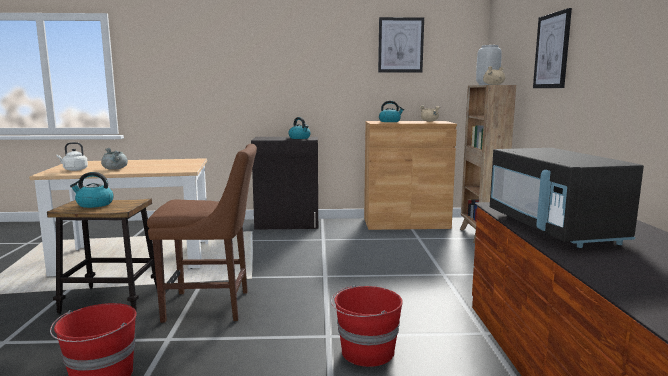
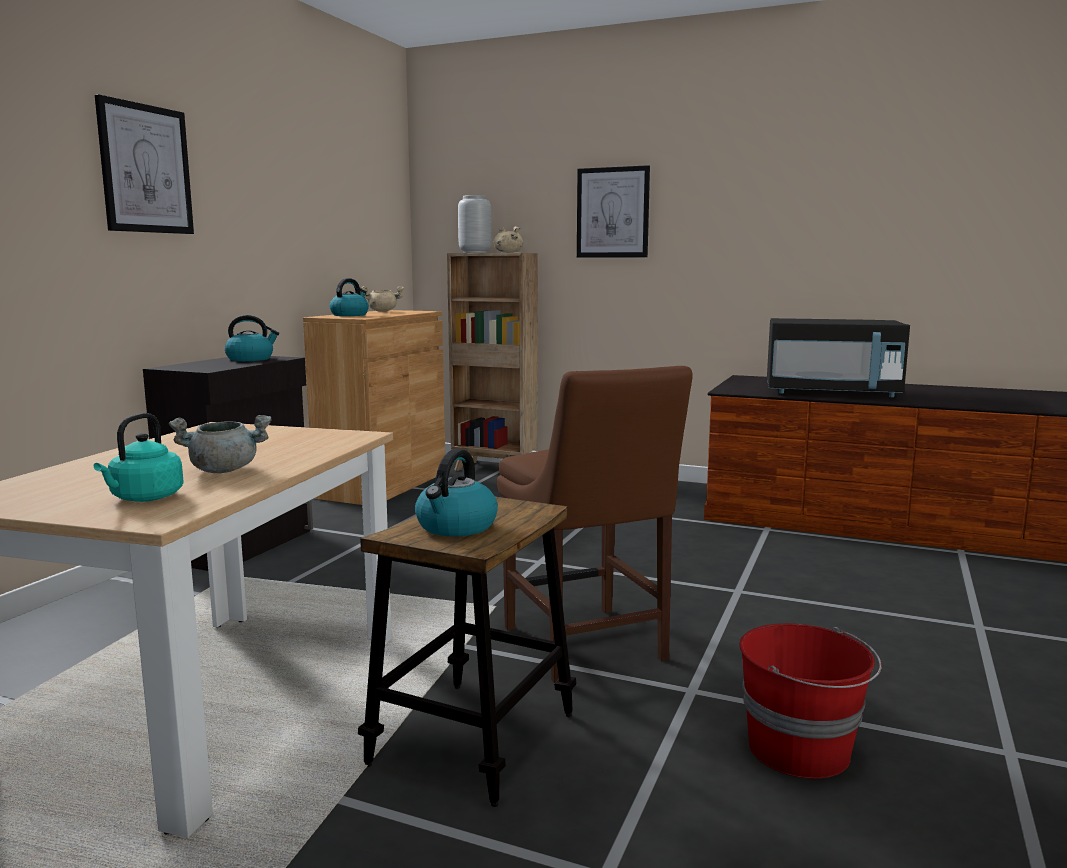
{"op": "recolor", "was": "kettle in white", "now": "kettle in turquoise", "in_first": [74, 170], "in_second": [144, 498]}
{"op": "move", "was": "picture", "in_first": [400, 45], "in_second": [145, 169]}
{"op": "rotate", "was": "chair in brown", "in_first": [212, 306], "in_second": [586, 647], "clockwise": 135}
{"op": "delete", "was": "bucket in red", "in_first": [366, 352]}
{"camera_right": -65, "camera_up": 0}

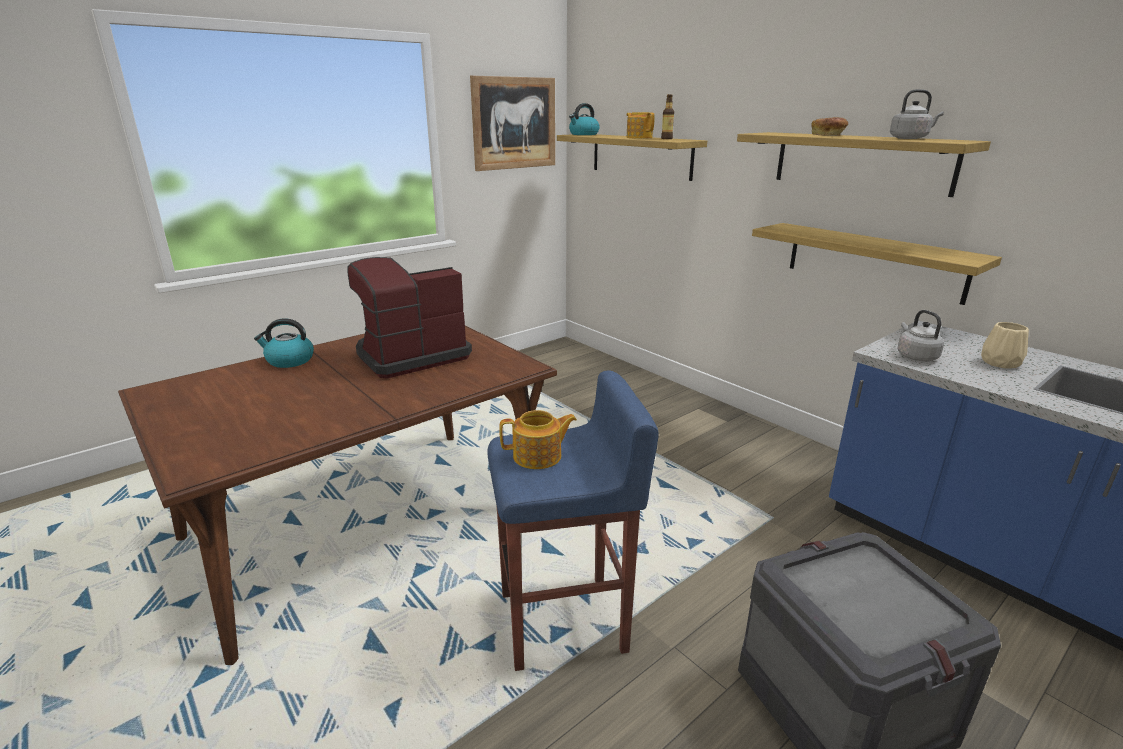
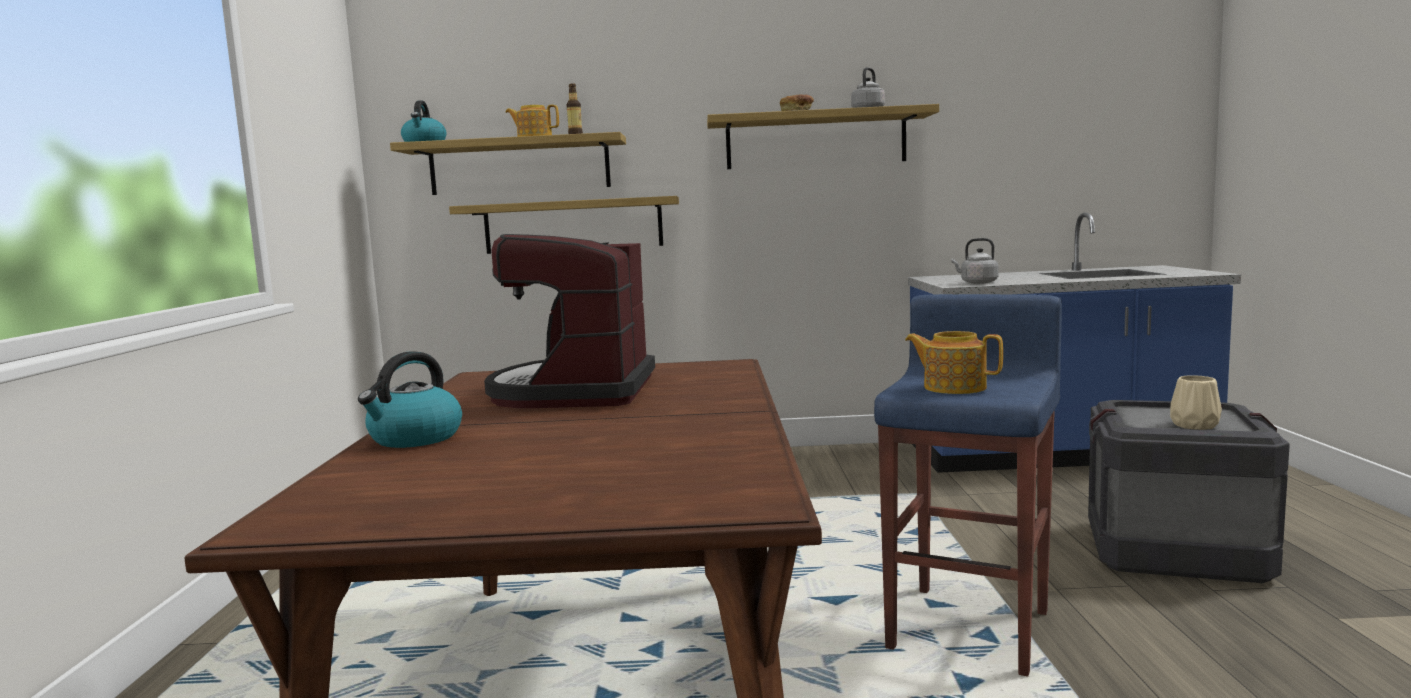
{"op": "move", "was": "shelf", "in_first": [873, 261], "in_second": [573, 225]}
{"op": "rotate", "was": "teapot", "in_first": [538, 456], "in_second": [953, 387], "clockwise": -90}
{"op": "move", "was": "vase in beige", "in_first": [1001, 363], "in_second": [1195, 425]}
{"op": "delete", "was": "picture", "in_first": [514, 123]}
{"camera_right": -50, "camera_up": -15}

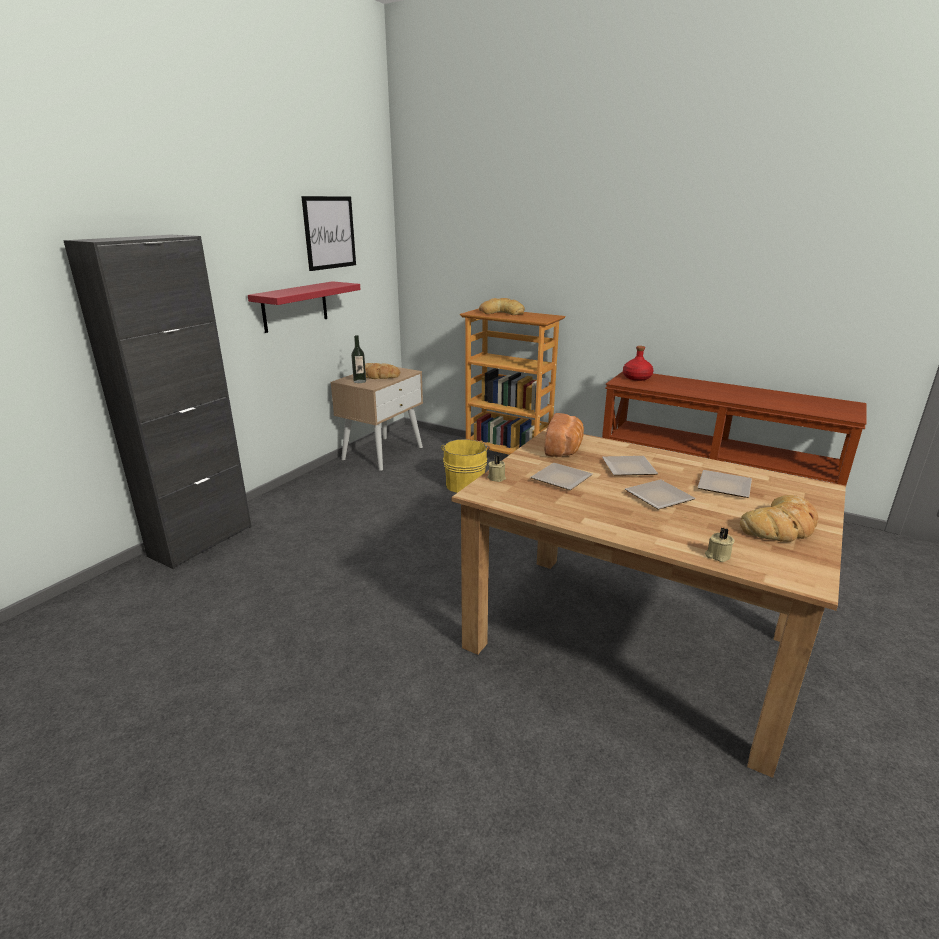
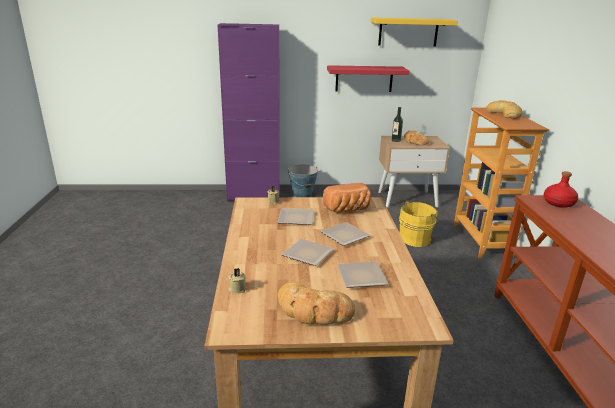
{"op": "recolor", "was": "cabinet in black", "now": "cabinet in purple", "in_first": [201, 541], "in_second": [253, 196]}
{"op": "insert", "now": "bucket", "in_second": [302, 195]}
{"op": "replace", "was": "picture", "now": "shelf in yellow", "in_first": [329, 232], "in_second": [408, 32]}
{"camera_right": 55, "camera_up": 0}

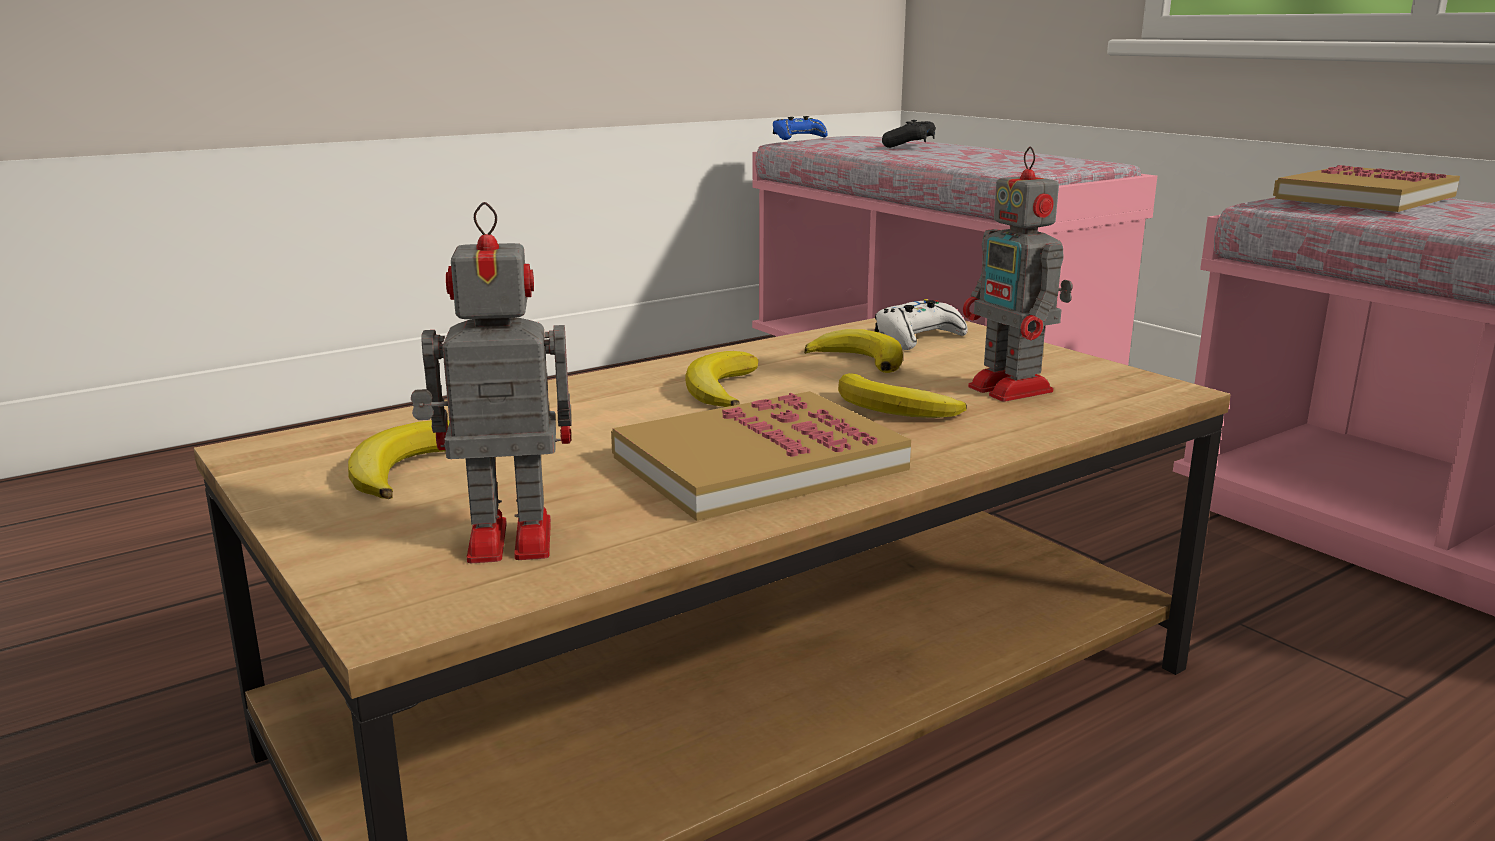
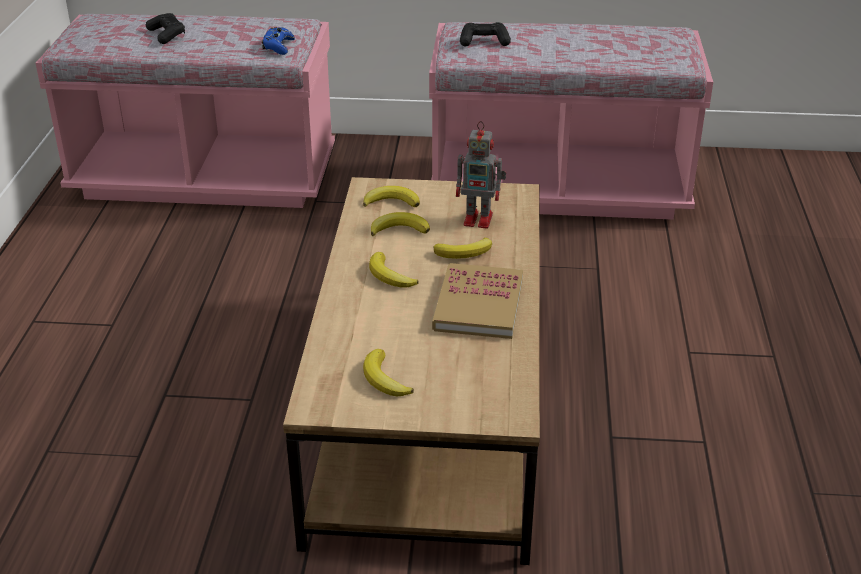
{"op": "move", "was": "game controller in blue", "in_first": [797, 137], "in_second": [278, 46]}
{"op": "replace", "was": "game controller in white", "now": "banana", "in_first": [918, 338], "in_second": [391, 202]}
{"op": "replace", "was": "book", "now": "game controller in black", "in_first": [1364, 197], "in_second": [484, 42]}
{"op": "delete", "was": "toy robot", "in_first": [504, 540]}
{"camera_right": -50, "camera_up": 15}

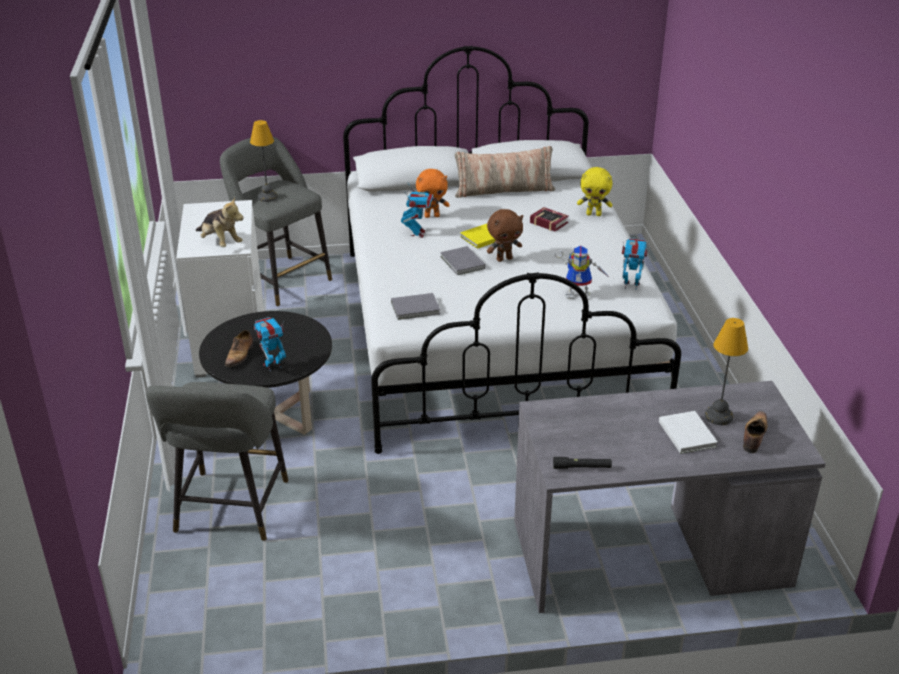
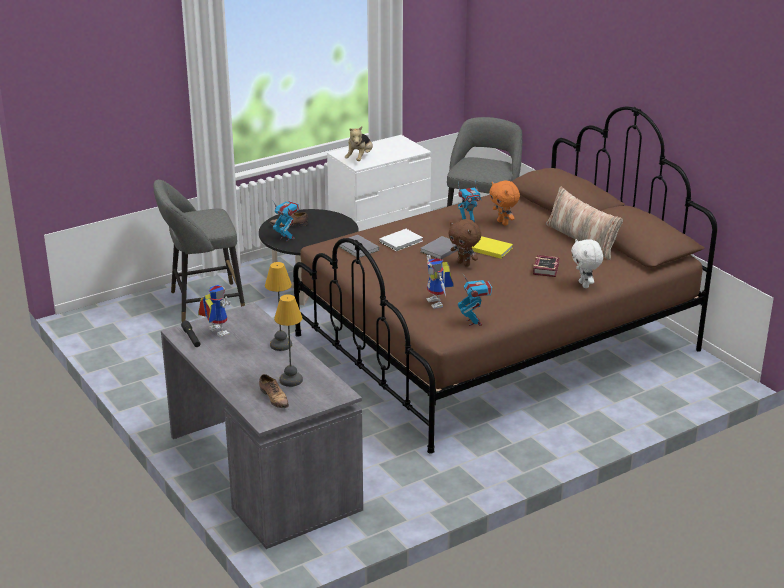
{"op": "insert", "now": "toy robot", "in_second": [214, 332]}
{"op": "rotate", "was": "shoe", "in_first": [754, 436], "in_second": [274, 398], "clockwise": 60}
{"op": "move", "was": "table lamp", "in_first": [267, 197], "in_second": [281, 344]}
{"op": "recolor", "was": "bed in white", "now": "bed in brown", "in_first": [492, 332], "in_second": [497, 344]}
{"op": "move", "was": "book in white", "in_first": [687, 433], "in_second": [402, 241]}
{"op": "recolor", "was": "plush toy in yellow", "now": "plush toy in white", "in_first": [594, 214], "in_second": [585, 285]}
{"camera_right": 65, "camera_up": -5}

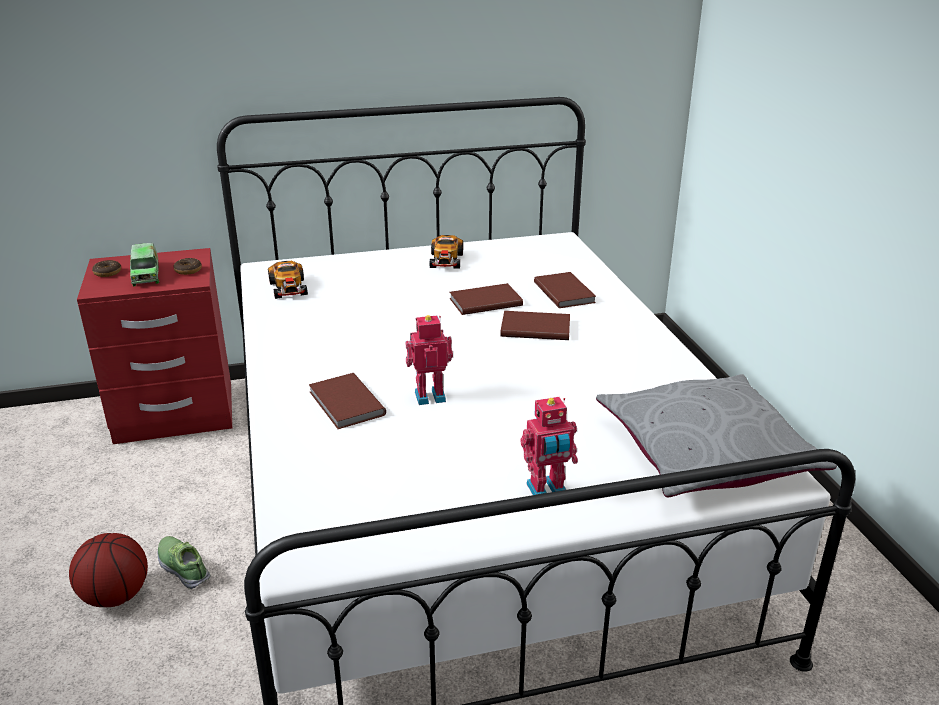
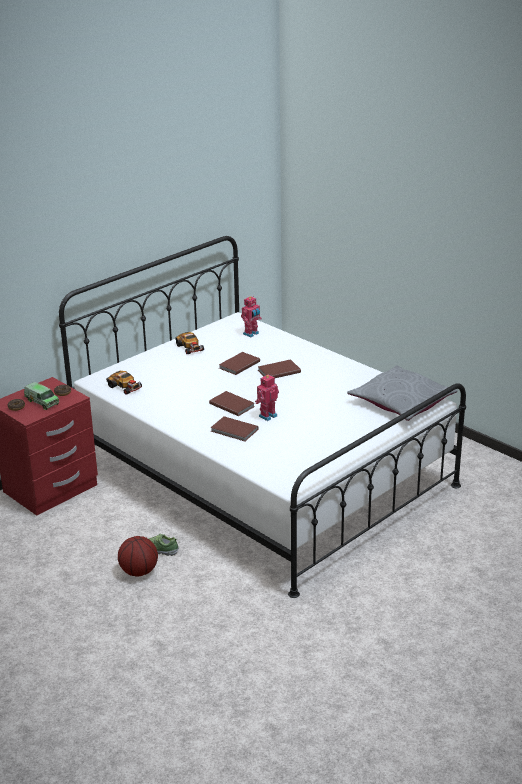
{"op": "move", "was": "book in brown", "in_first": [565, 292], "in_second": [232, 405]}
{"op": "move", "was": "toy robot", "in_first": [547, 491], "in_second": [251, 334]}
{"camera_right": -30, "camera_up": 0}

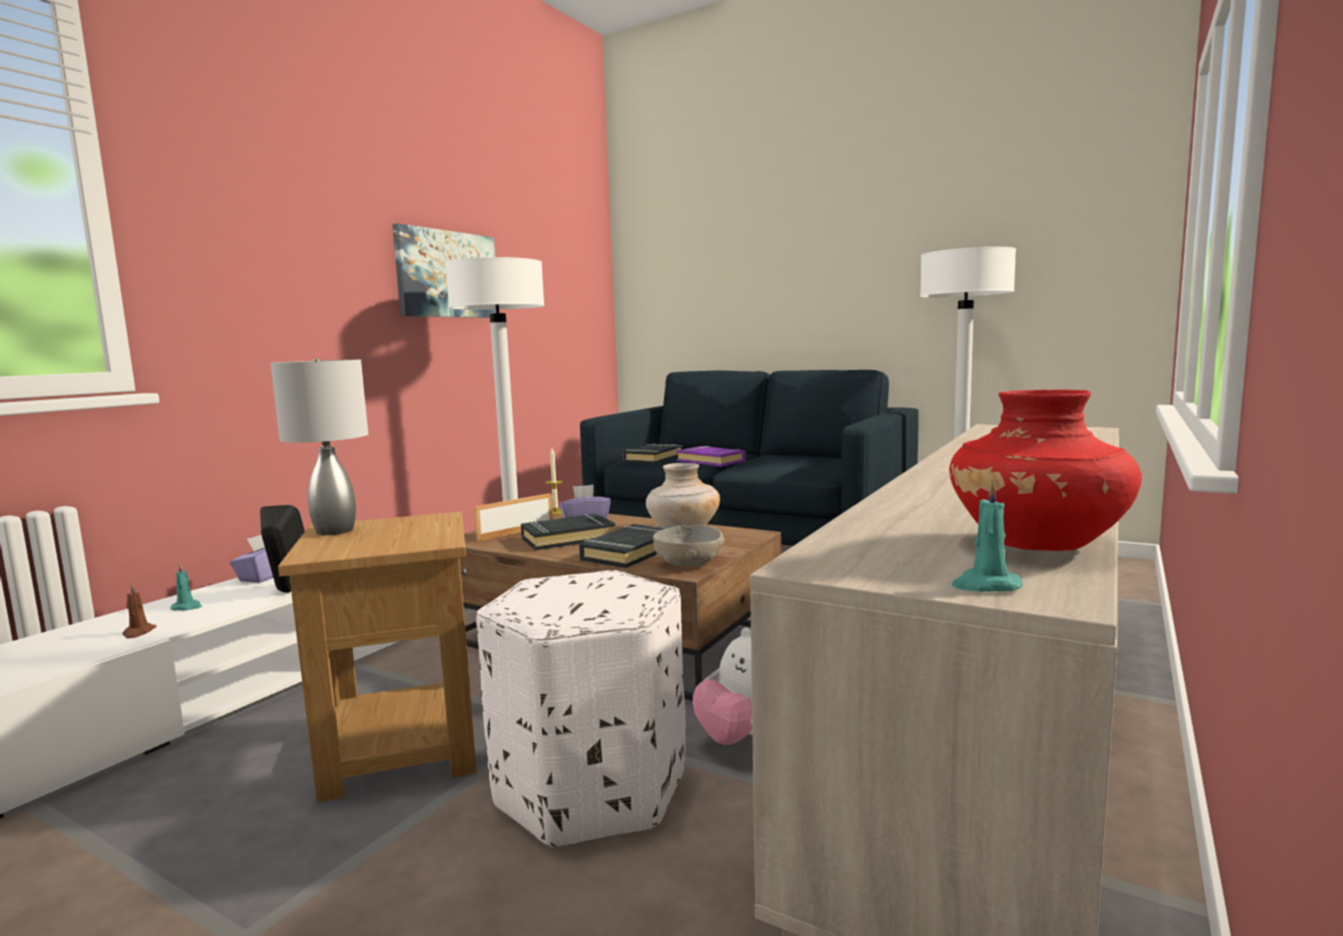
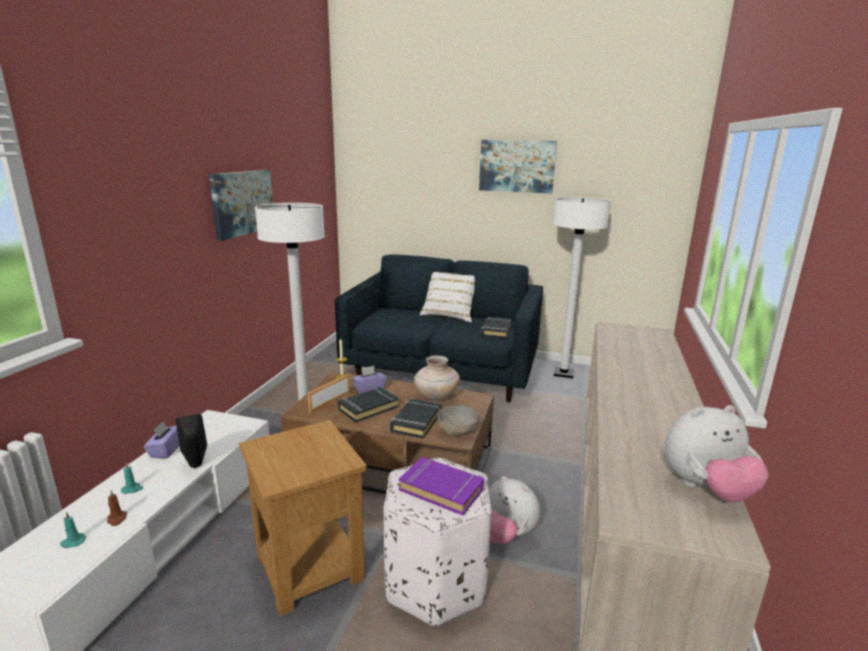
{"op": "move", "was": "candle in turquoise", "in_first": [985, 586], "in_second": [73, 542]}
{"op": "move", "was": "book in purple", "in_first": [711, 461], "in_second": [441, 489]}
{"op": "insert", "now": "pillow in white", "in_second": [449, 315]}
{"op": "insert", "now": "picture", "in_second": [517, 166]}
{"op": "move", "was": "book in black", "in_first": [652, 459], "in_second": [496, 330]}
{"op": "replace", "was": "vase in red", "now": "plush toy", "in_first": [1037, 545], "in_second": [706, 489]}
{"op": "delete", "was": "table lamp in grey", "in_first": [335, 531]}
{"camera_right": -15, "camera_up": 10}

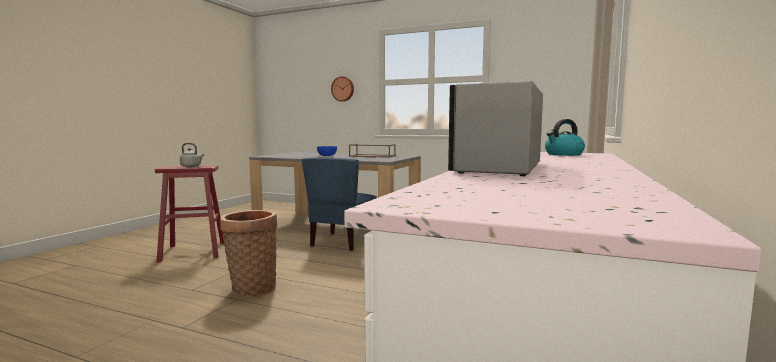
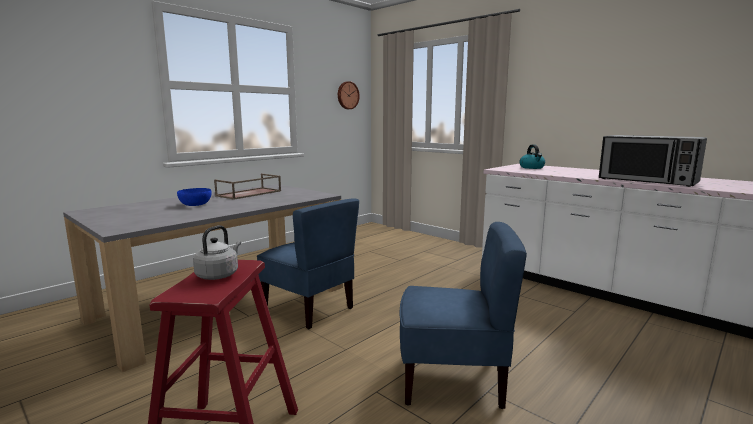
{"op": "move", "was": "wall clock", "in_first": [343, 89], "in_second": [347, 95]}
{"op": "replace", "was": "basket", "now": "chair in blue", "in_first": [251, 288], "in_second": [453, 379]}
{"camera_right": -70, "camera_up": 5}

